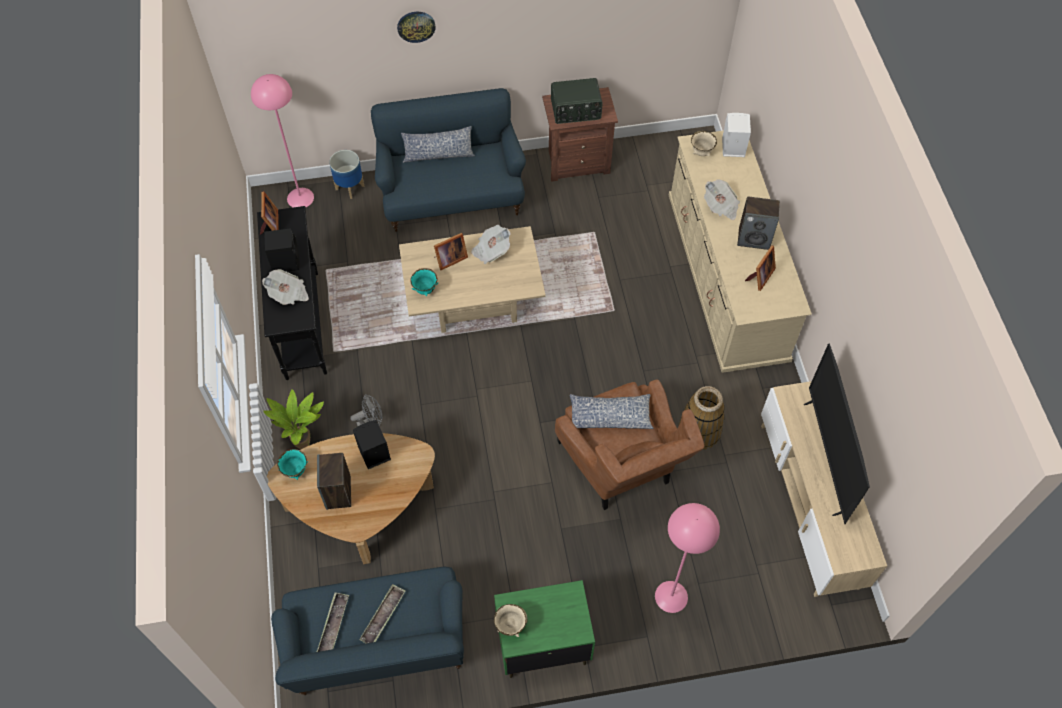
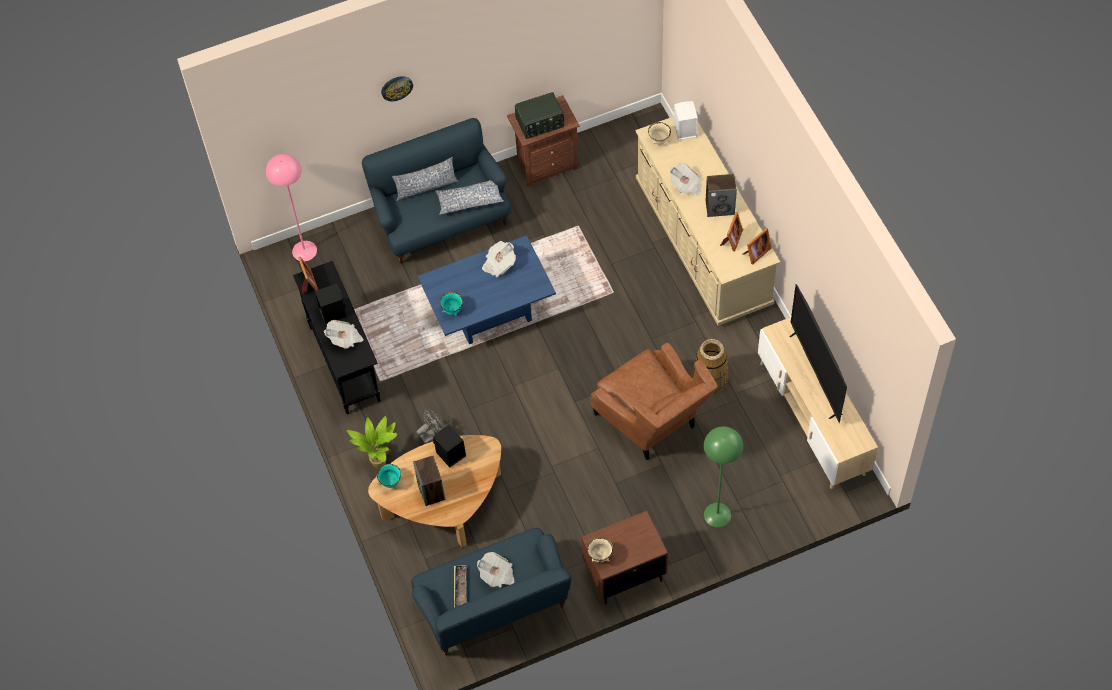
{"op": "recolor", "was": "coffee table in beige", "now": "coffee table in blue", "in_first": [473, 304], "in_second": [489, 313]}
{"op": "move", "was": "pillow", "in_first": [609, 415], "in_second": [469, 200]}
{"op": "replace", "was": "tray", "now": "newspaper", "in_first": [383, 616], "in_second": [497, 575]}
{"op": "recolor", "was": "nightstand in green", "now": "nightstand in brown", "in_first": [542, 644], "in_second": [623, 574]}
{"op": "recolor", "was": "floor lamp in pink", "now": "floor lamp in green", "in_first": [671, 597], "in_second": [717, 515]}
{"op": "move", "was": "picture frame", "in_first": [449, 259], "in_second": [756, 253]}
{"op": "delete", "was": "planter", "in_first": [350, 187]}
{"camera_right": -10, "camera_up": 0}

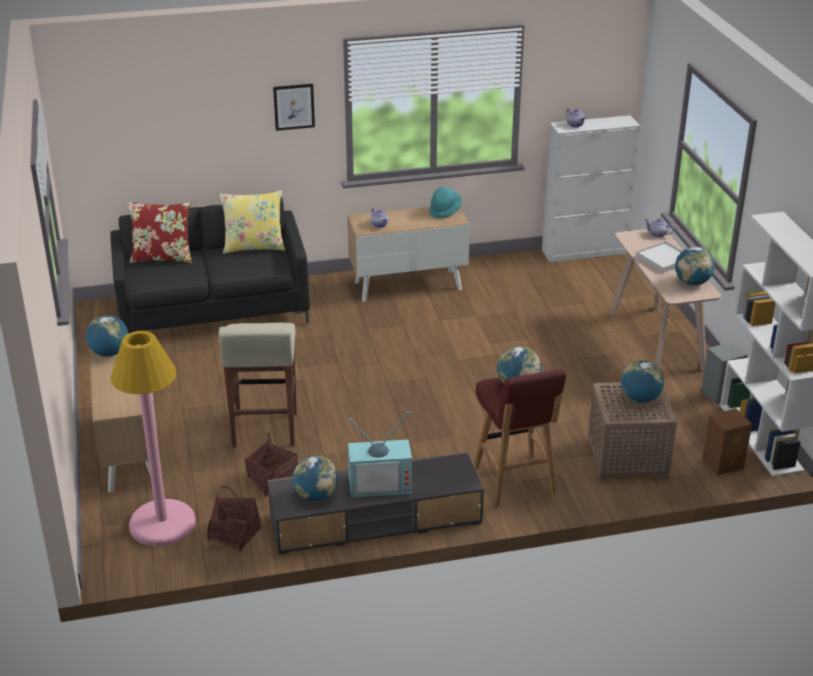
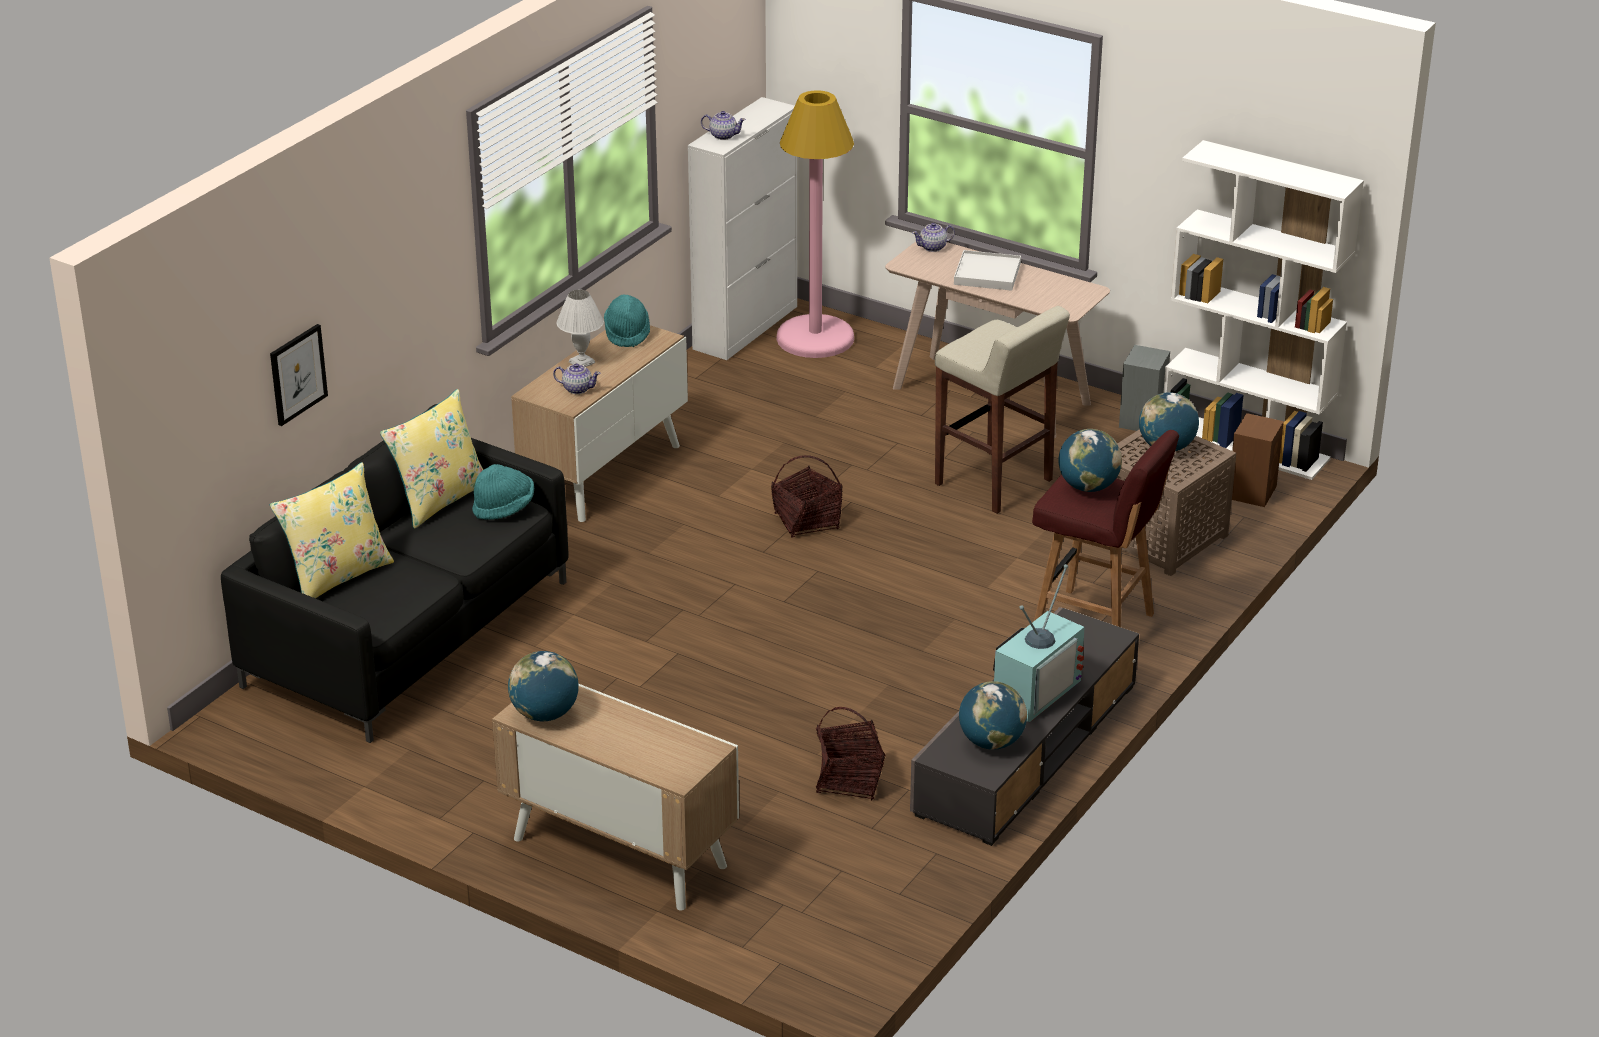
{"op": "move", "was": "picture", "in_first": [294, 106], "in_second": [297, 374]}
{"op": "recolor", "was": "pillow in red", "now": "pillow in yellow", "in_first": [163, 257], "in_second": [337, 576]}
{"op": "insert", "now": "hat in turquoise", "in_second": [504, 508]}
{"op": "insert", "now": "table lamp in white", "in_second": [581, 362]}
{"op": "move", "was": "basket", "in_first": [234, 535], "in_second": [807, 522]}
{"op": "move", "was": "floor lamp in pink", "in_first": [162, 524], "in_second": [815, 338]}
{"op": "move", "was": "stool in beige", "in_first": [264, 430], "in_second": [995, 483]}
{"op": "delete", "was": "globe", "in_first": [692, 282]}
{"camera_right": -45, "camera_up": 0}

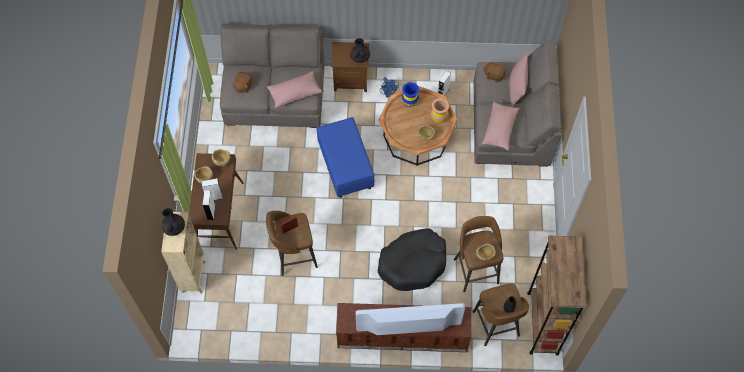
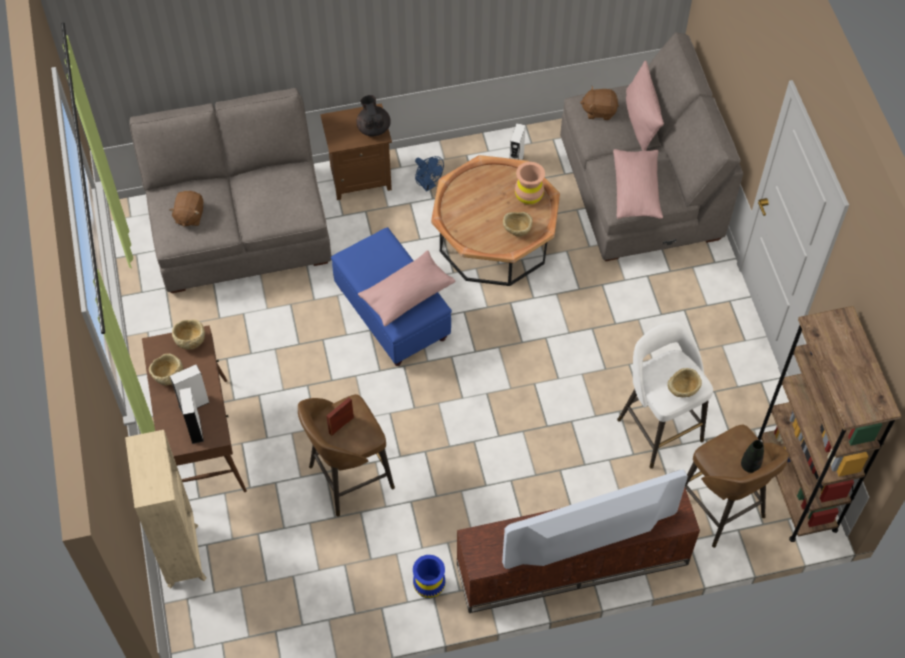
{"op": "move", "was": "pillow in pink", "in_first": [295, 93], "in_second": [407, 294]}
{"op": "move", "was": "vase in blue", "in_first": [410, 101], "in_second": [429, 586]}
{"op": "recolor", "was": "stool in brown", "now": "stool in white", "in_first": [475, 269], "in_second": [658, 428]}
{"op": "delete", "was": "teapot in black", "in_first": [174, 227]}
{"op": "delete", "was": "dog bed in black", "in_first": [413, 263]}
{"camera_right": -15, "camera_up": -5}

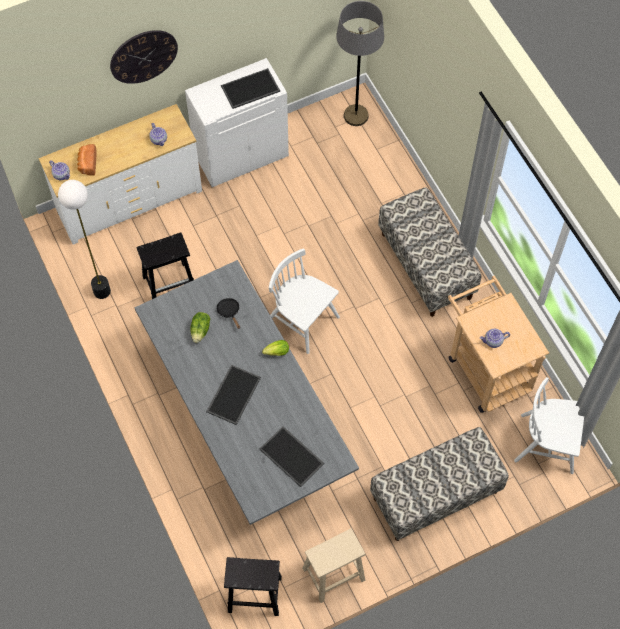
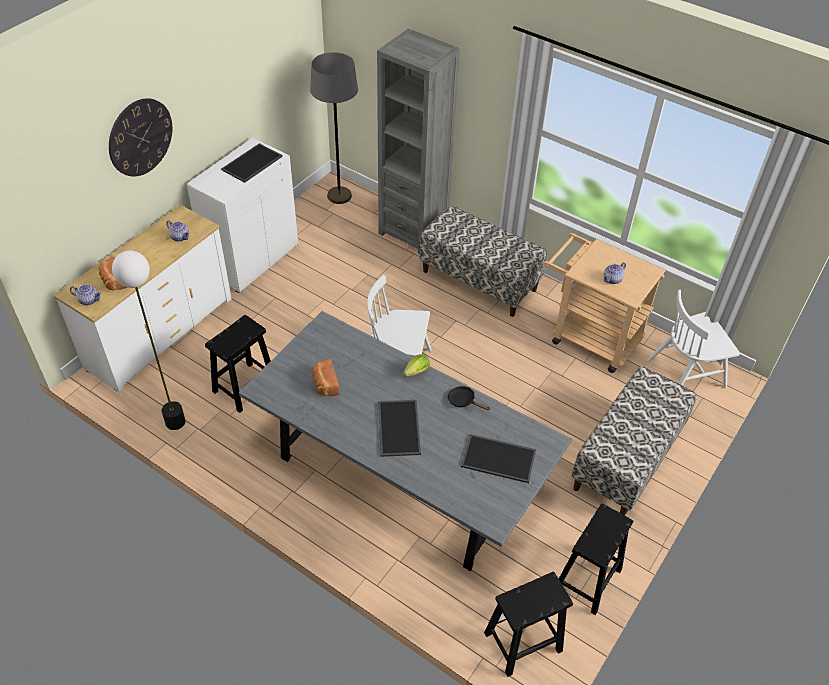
{"op": "replace", "was": "lettuce", "now": "bread", "in_first": [201, 330], "in_second": [325, 384]}
{"op": "insert", "now": "bookcase in grey", "in_second": [413, 232]}
{"op": "move", "was": "frying pan in black", "in_first": [229, 312], "in_second": [463, 401]}
{"op": "recolor", "was": "stool in beige", "now": "stool in black", "in_first": [333, 575], "in_second": [587, 580]}
{"camera_right": -30, "camera_up": -15}

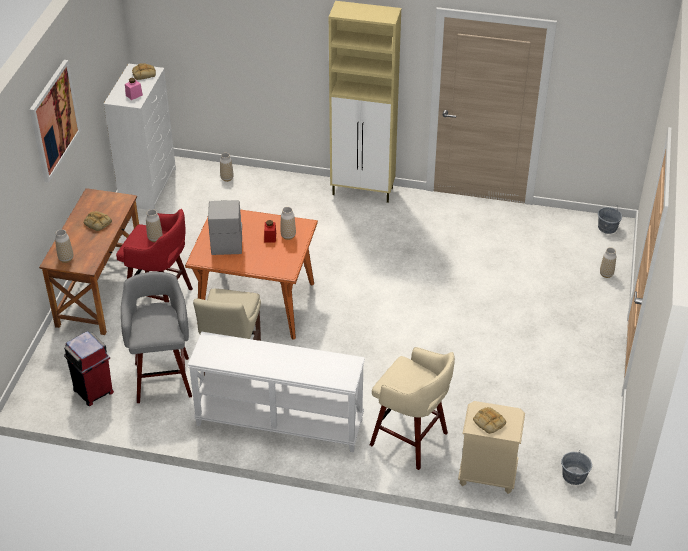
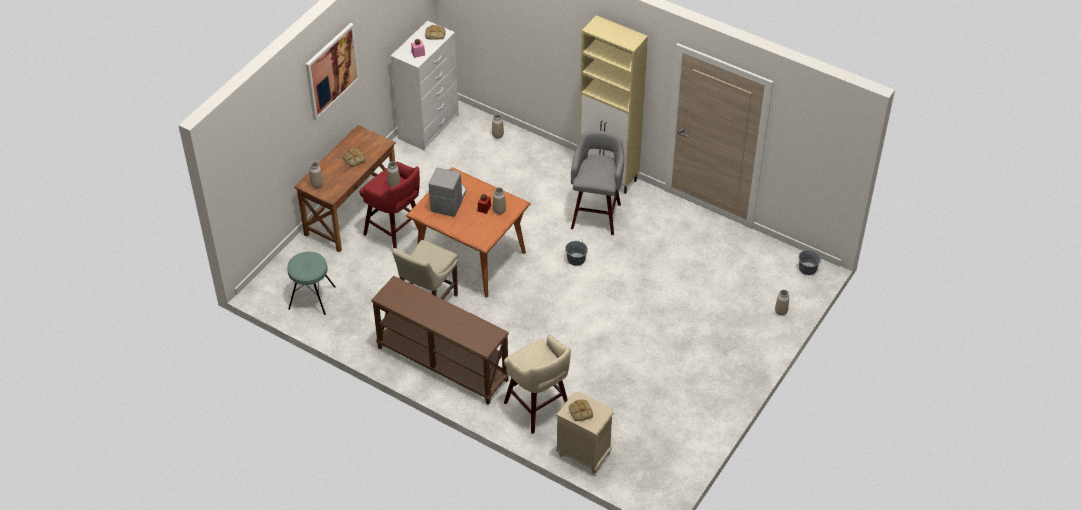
{"op": "replace", "was": "trash can in red", "now": "stool in turquoise", "in_first": [93, 391], "in_second": [312, 298]}
{"op": "recolor", "was": "console table in white", "now": "console table in brown", "in_first": [279, 423], "in_second": [441, 364]}
{"op": "move", "was": "bucket in grey", "in_first": [574, 476], "in_second": [576, 259]}
{"op": "move", "was": "stool in grey", "in_first": [163, 378], "in_second": [596, 215]}
{"camera_right": 20, "camera_up": 5}

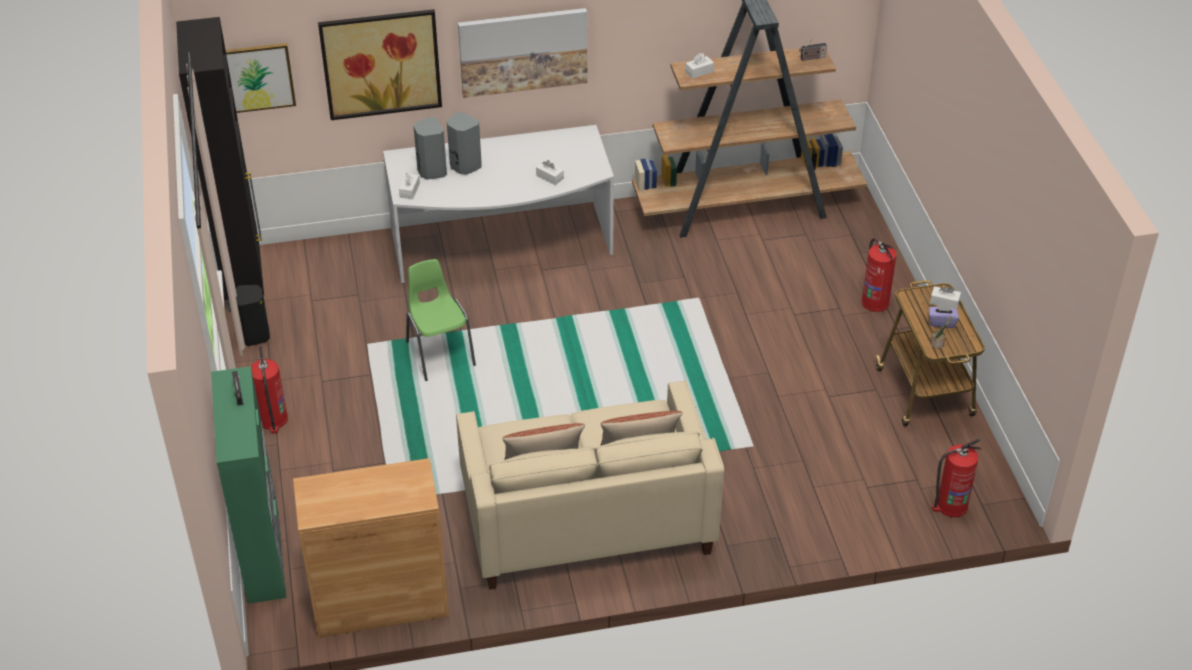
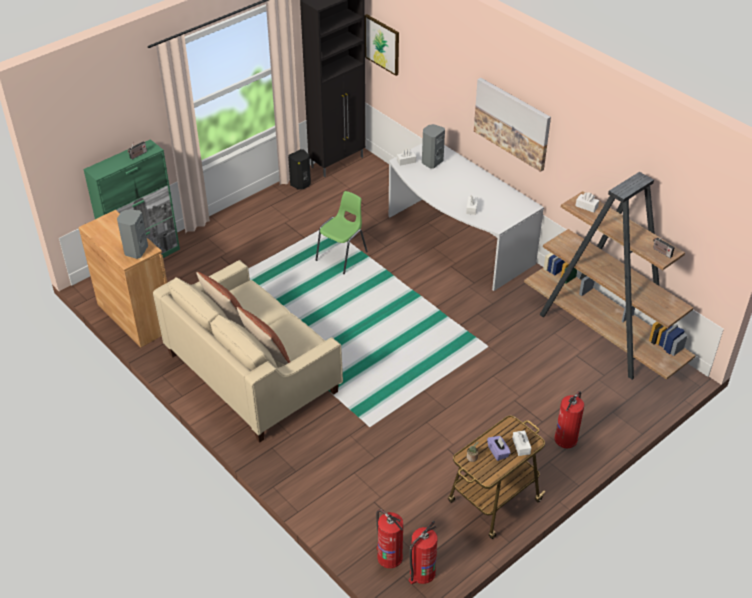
{"op": "move", "was": "speaker in grey", "in_first": [464, 166], "in_second": [135, 251]}
{"op": "move", "was": "fire extinguisher", "in_first": [272, 420], "in_second": [421, 573]}
{"op": "delete", "was": "picture", "in_first": [381, 63]}
{"camera_right": 60, "camera_up": 0}

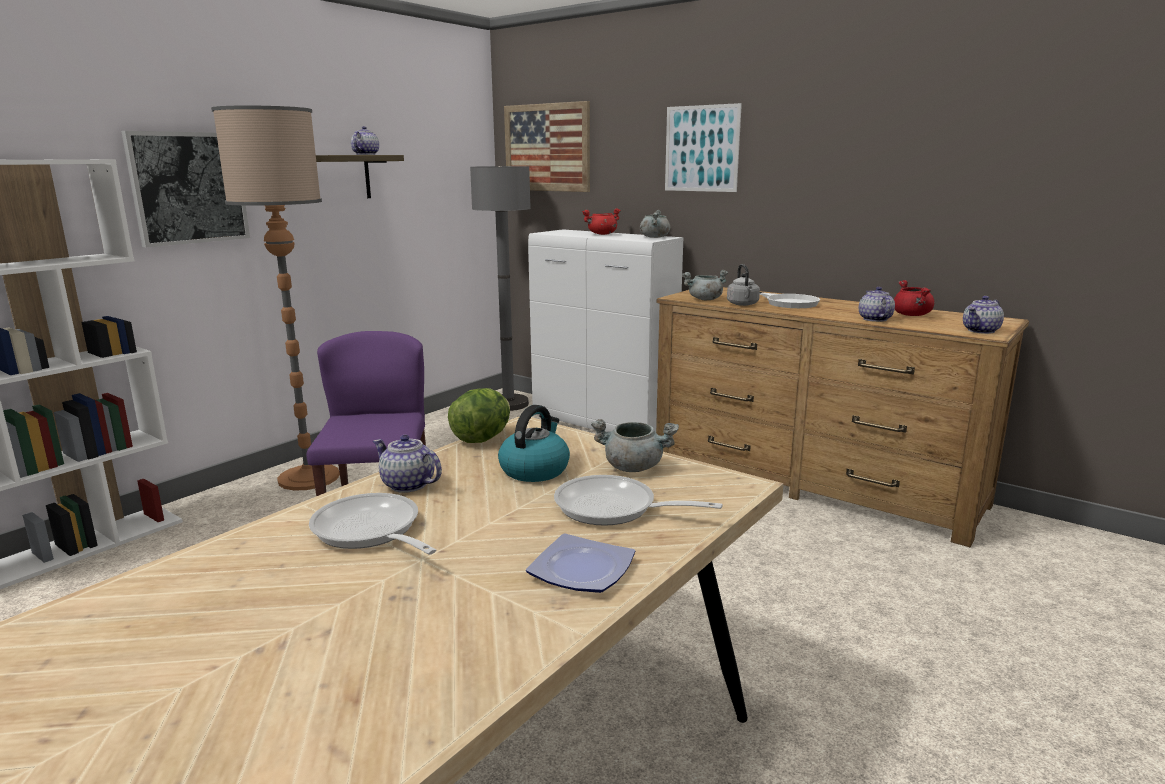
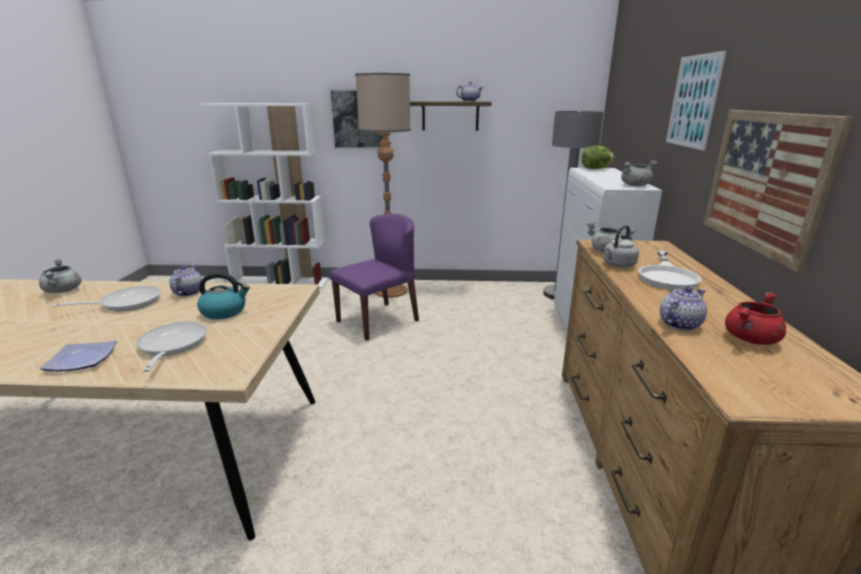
{"op": "move", "was": "cooking pot in grey", "in_first": [634, 467], "in_second": [63, 291]}
{"op": "rotate", "was": "frying pan", "in_first": [370, 532], "in_second": [125, 303], "clockwise": 45}
{"op": "move", "was": "lettuce", "in_first": [482, 438], "in_second": [595, 169]}
{"op": "move", "was": "picture", "in_first": [547, 148], "in_second": [765, 182]}
{"op": "delete", "was": "cooking pot in red", "in_first": [602, 234]}
{"op": "delete", "was": "teapot", "in_first": [981, 331]}
{"camera_right": 55, "camera_up": 5}

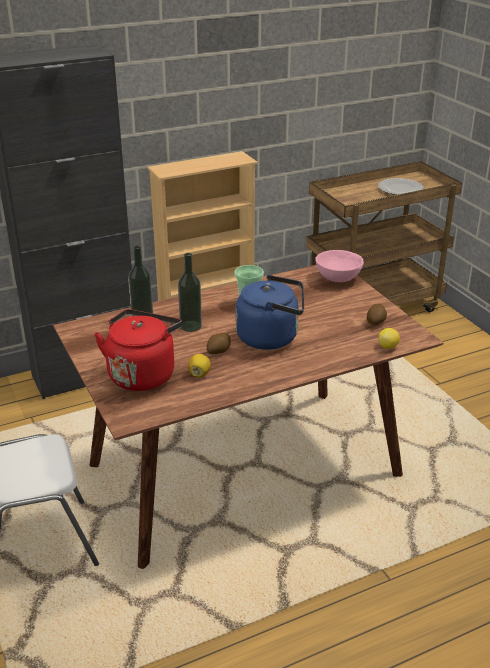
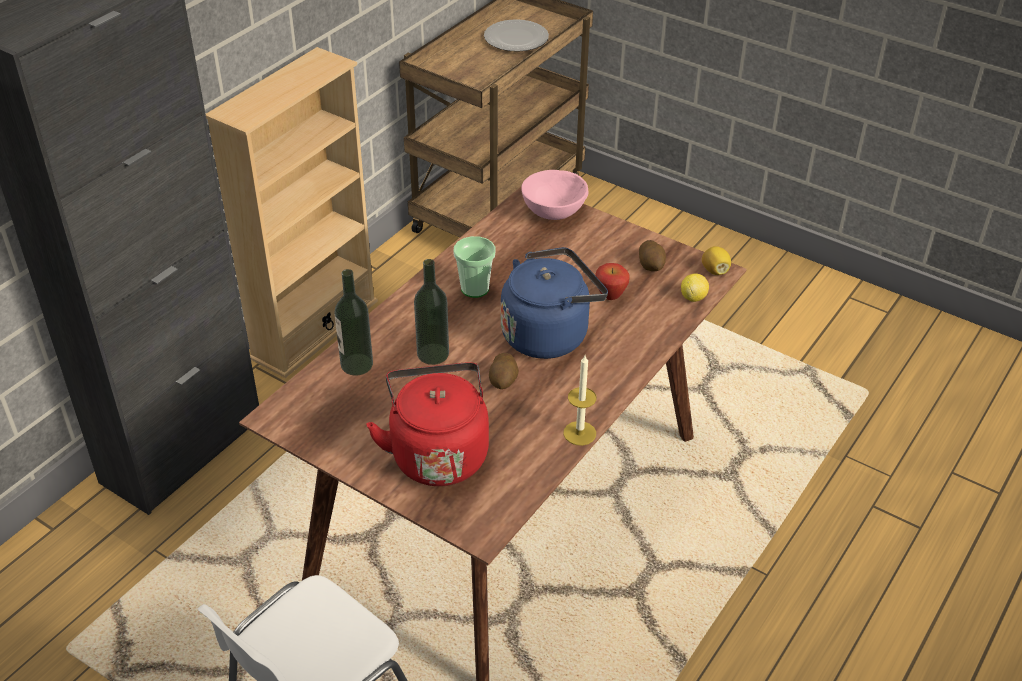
{"op": "insert", "now": "candle", "in_second": [579, 433]}
{"op": "insert", "now": "apple", "in_second": [610, 296]}
{"op": "move", "was": "lemon", "in_first": [199, 374], "in_second": [715, 271]}
{"camera_right": -30, "camera_up": 10}

